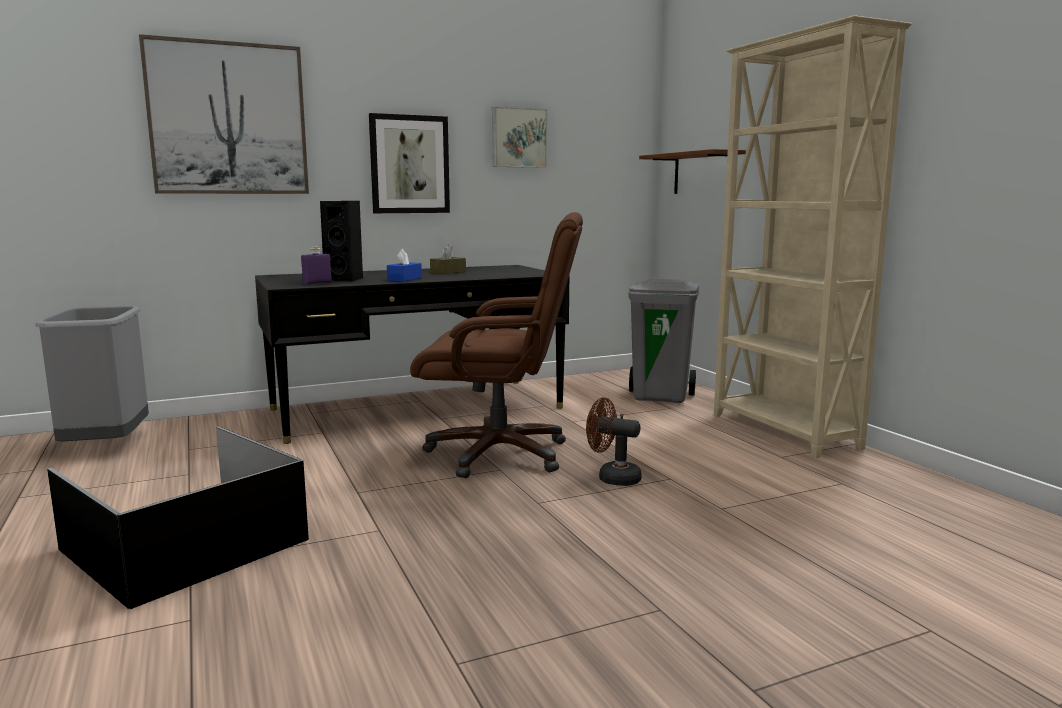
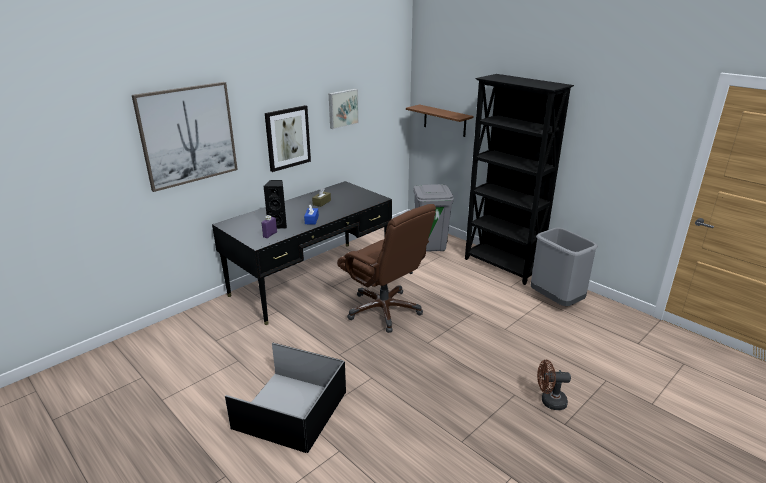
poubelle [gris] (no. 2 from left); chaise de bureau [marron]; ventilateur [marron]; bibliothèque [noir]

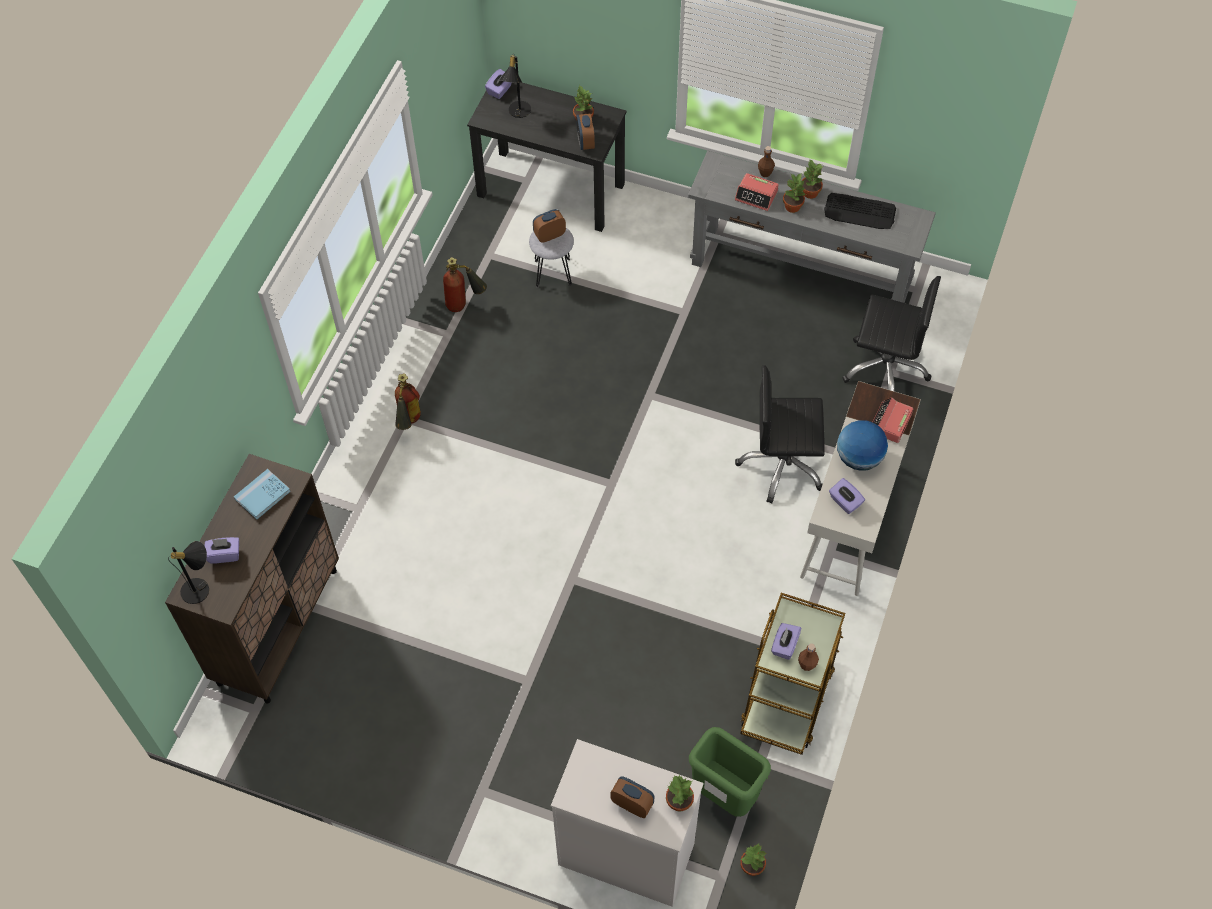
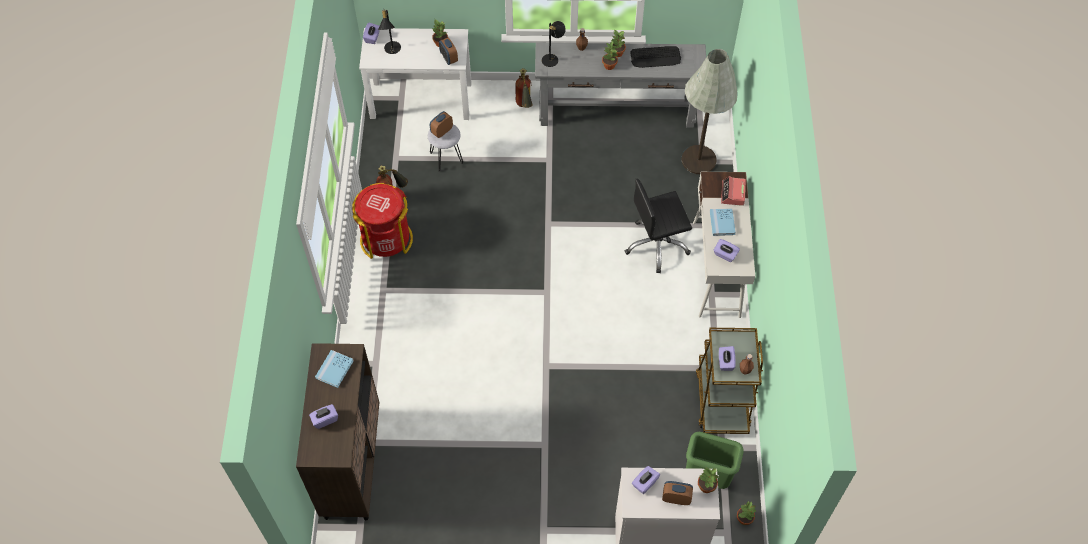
lampe de table [noir] (no. 2 from left); extincteur (no. 2 from left); bureau [blanc] (no. 1 from left); réveil (no. 4 from left in the first image); livre [bleu] (no. 2 from left); lampadaire [gris]; poubelle [rouge]; boîte à mouchoirs [violet] (no. 3 from left)

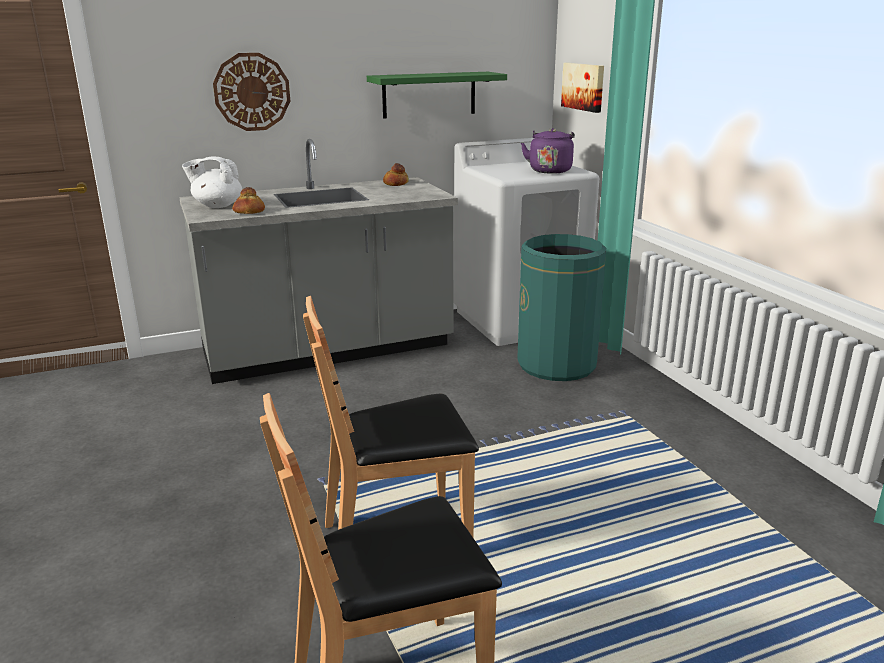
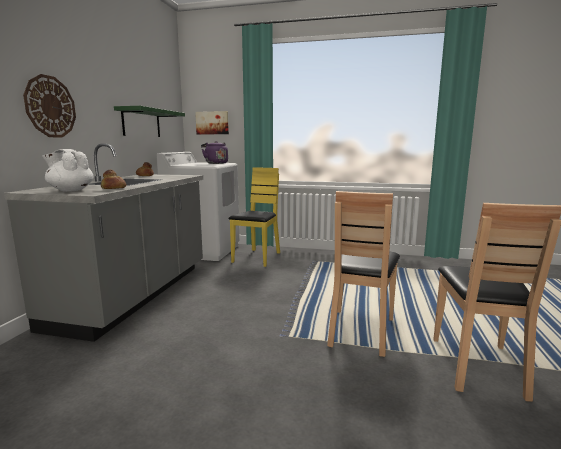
théière [blanc]; chaise [jaune]

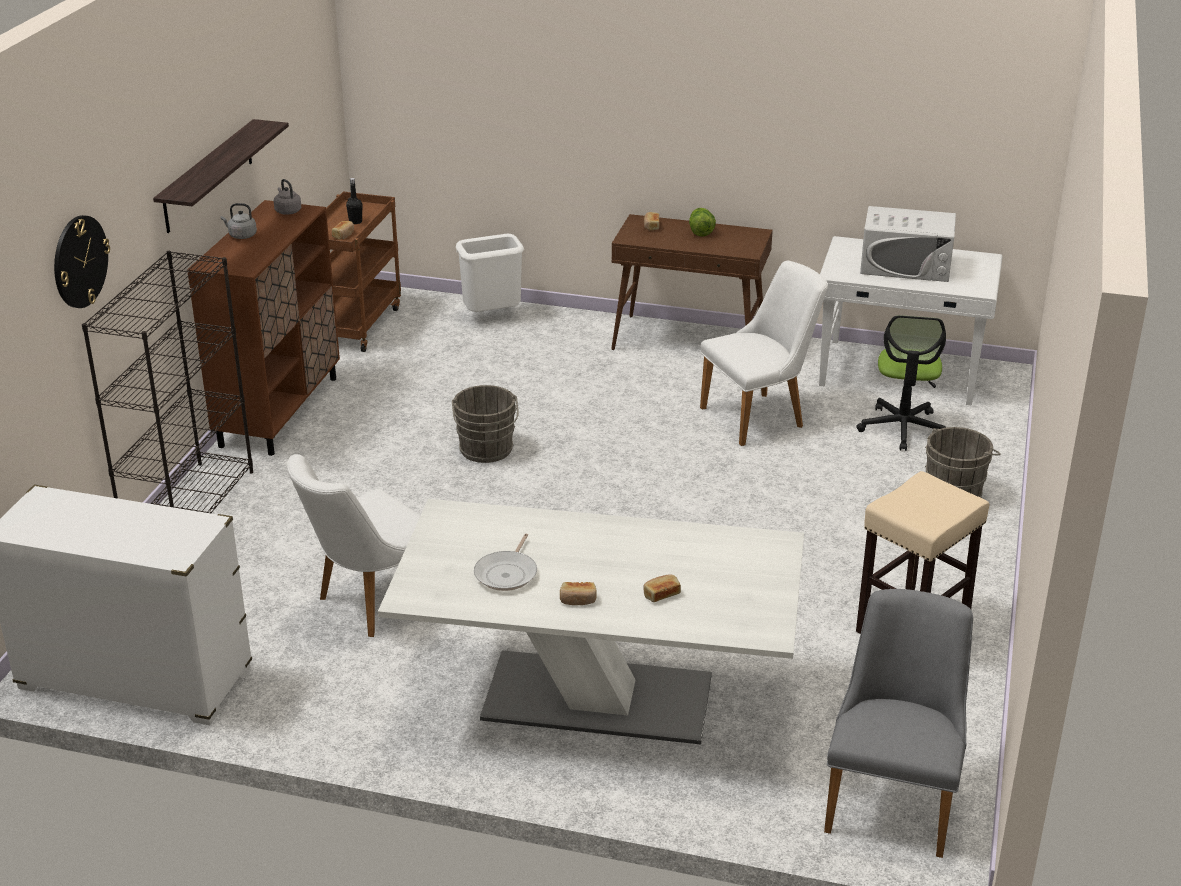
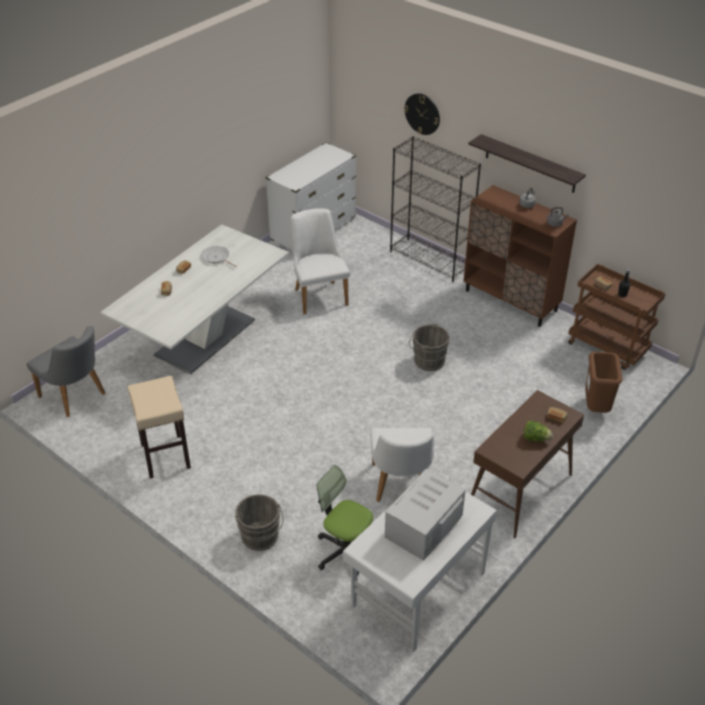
poubelle [marron]

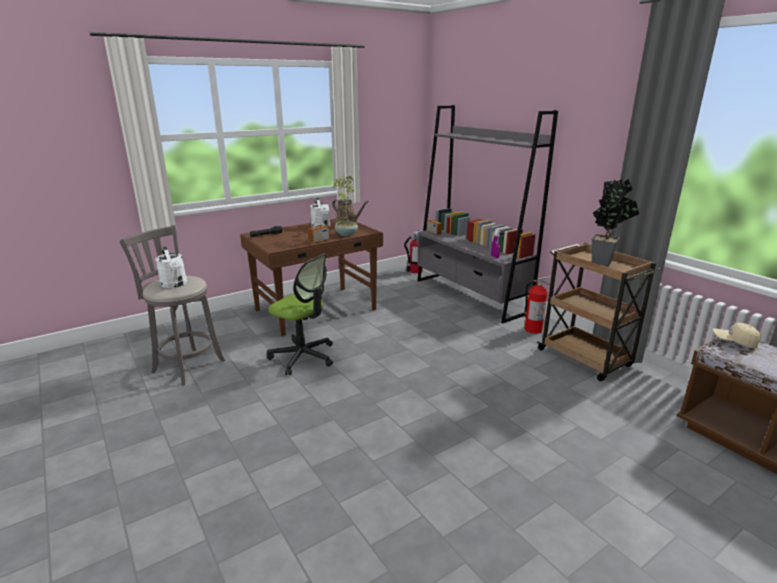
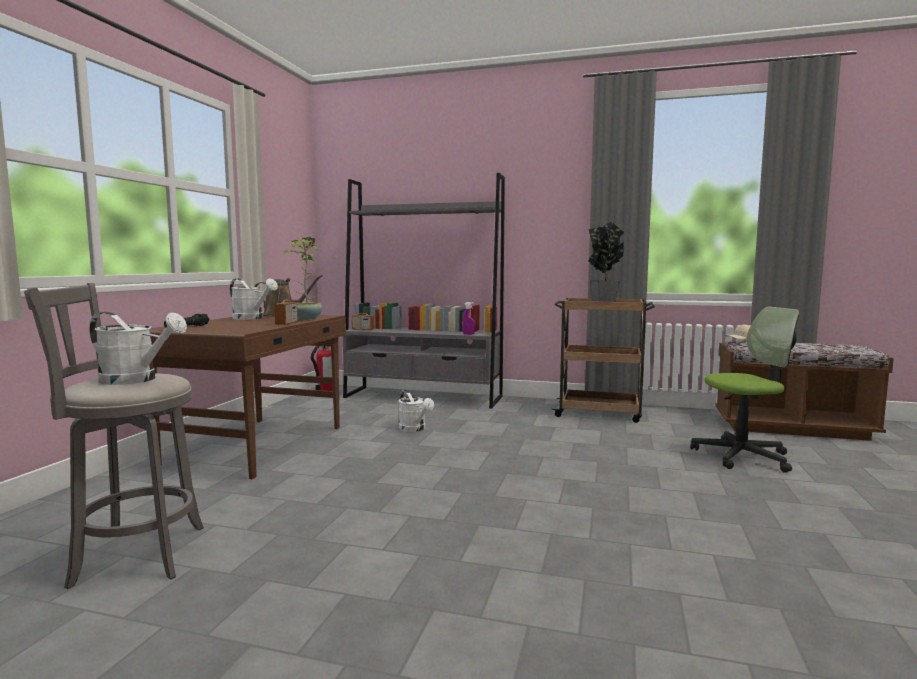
chaise de bureau; extincteur (no. 2 from left in the first image); arrosoir [blanc] (no. 3 from left)

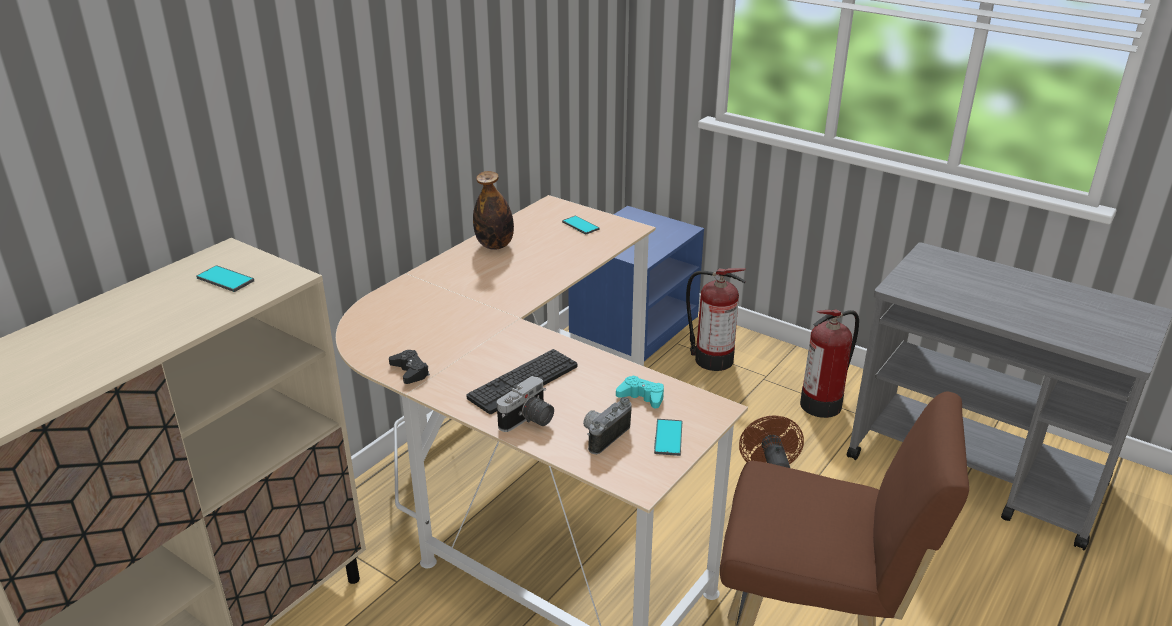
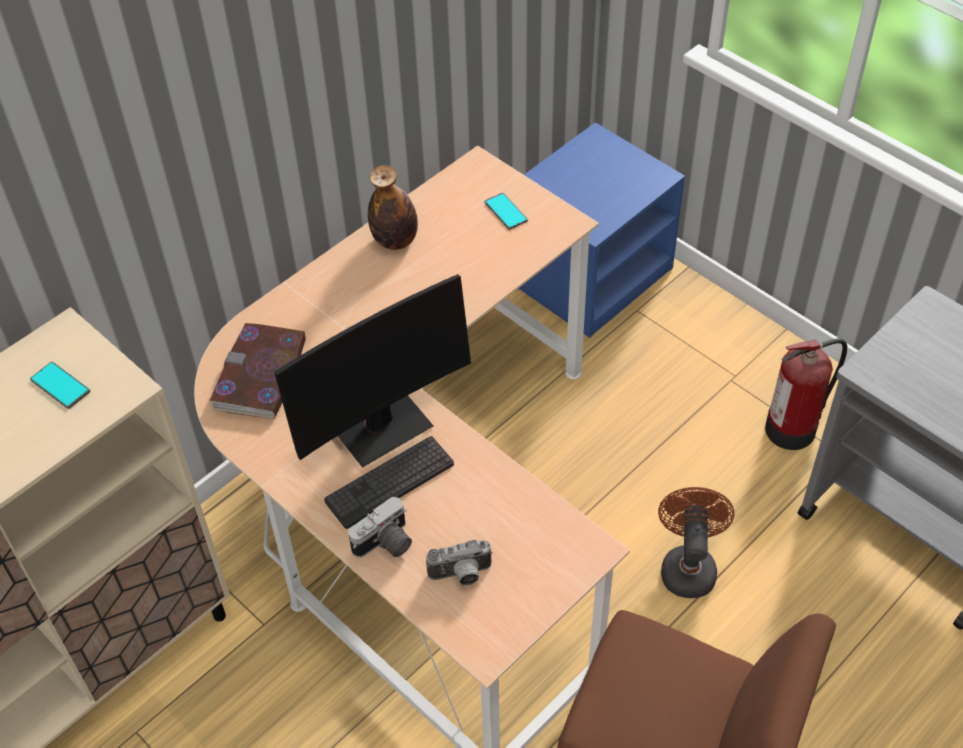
manette [noir]; appareil photo (no. 2 from left); manette [turquoise]; téléphone (no. 3 from left in the first image); extincteur (no. 1 from left in the first image); livre; écran d'ordinateur

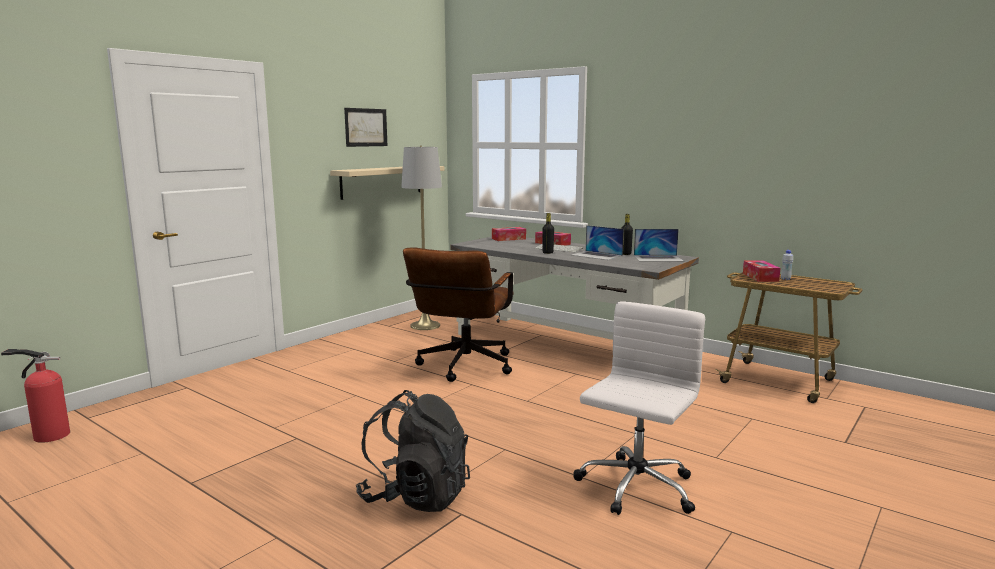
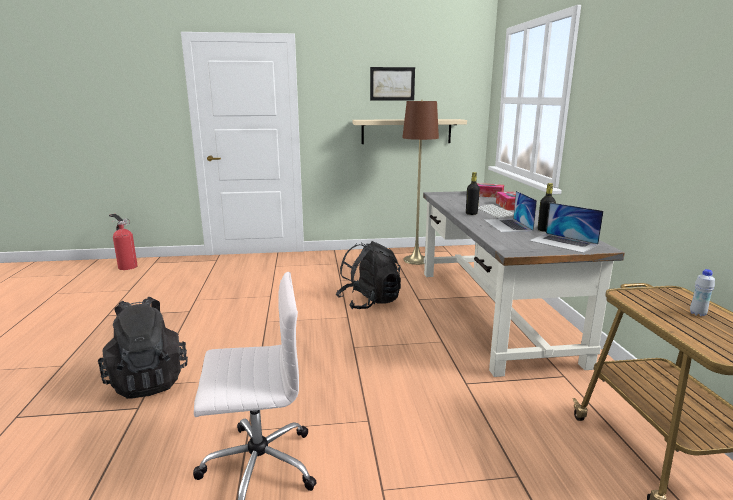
lampadaire [marron]; sac à dos [noir] (no. 2 from left); boîte à mouchoirs (no. 3 from left in the first image)

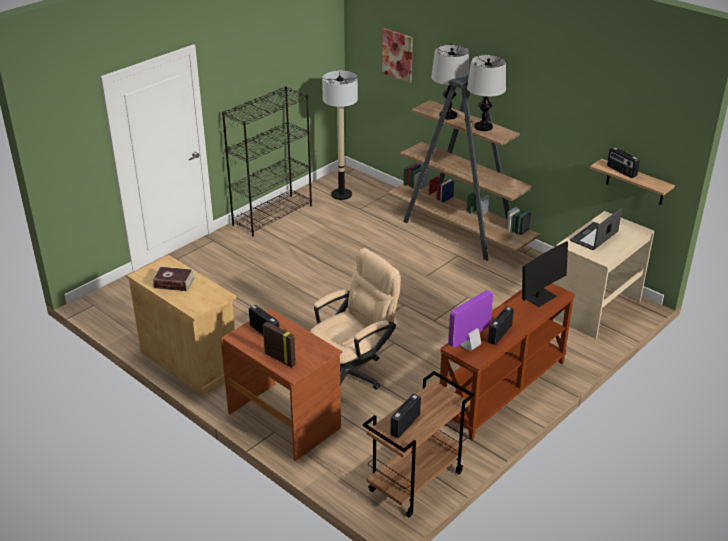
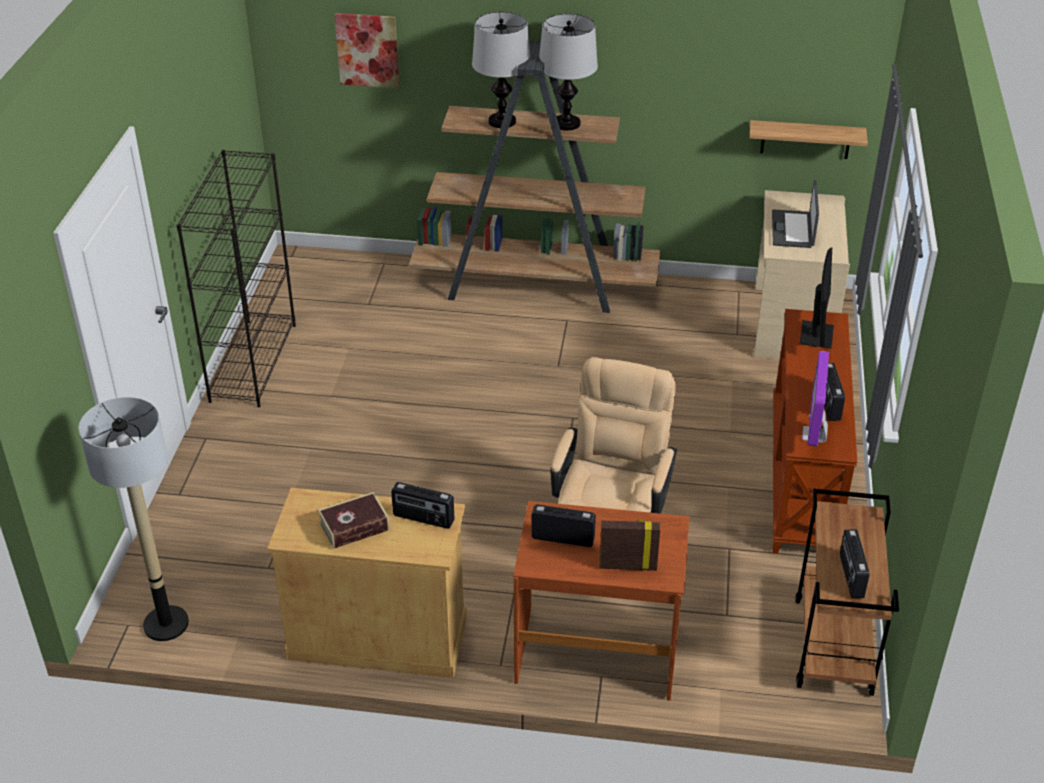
lampadaire; radio (no. 1 from left)

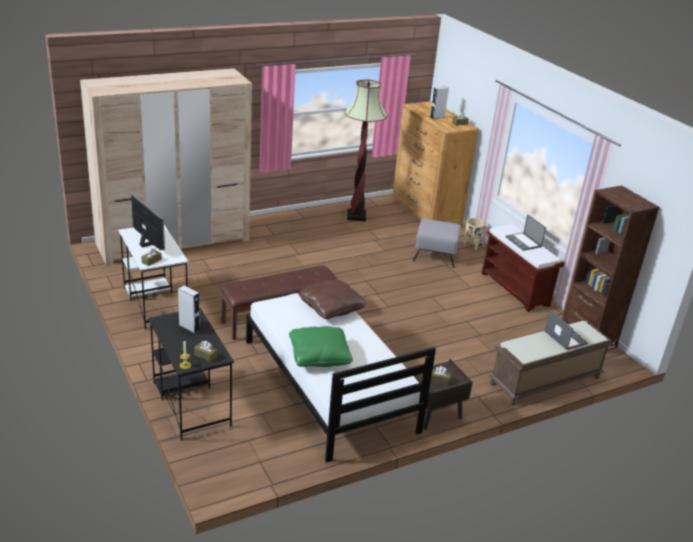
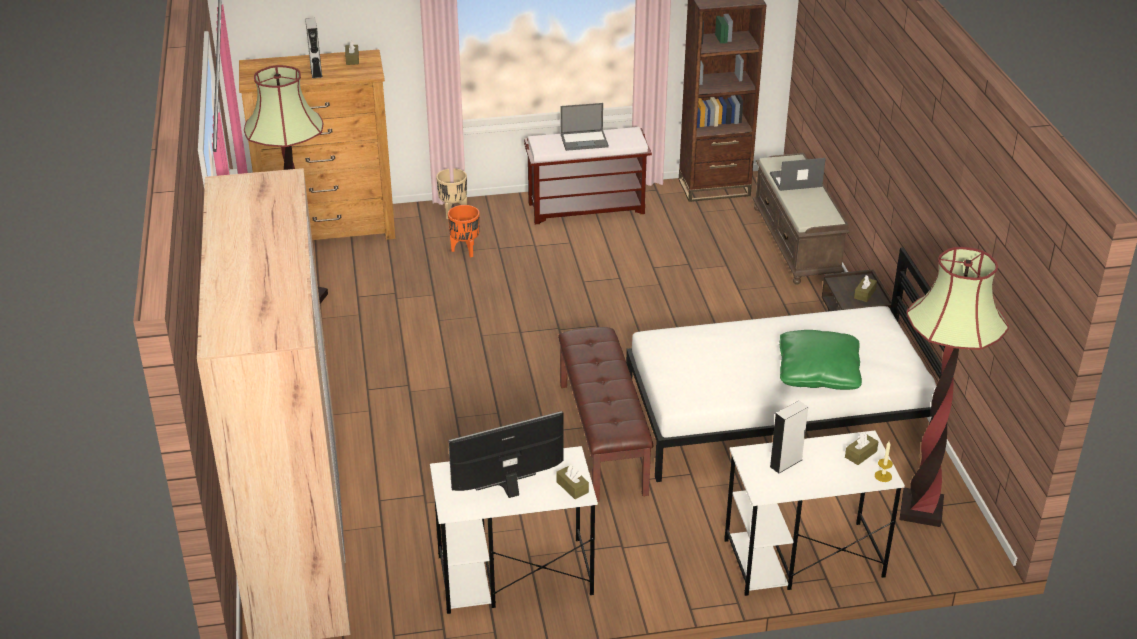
bureau [blanc] (no. 2 from left); coussin [marron]; cache-pot [orange]; lampadaire (no. 2 from left)

